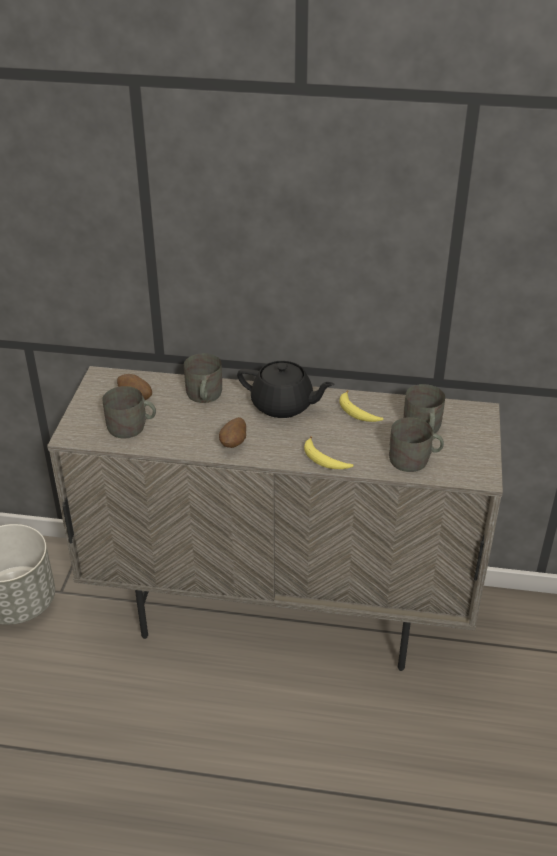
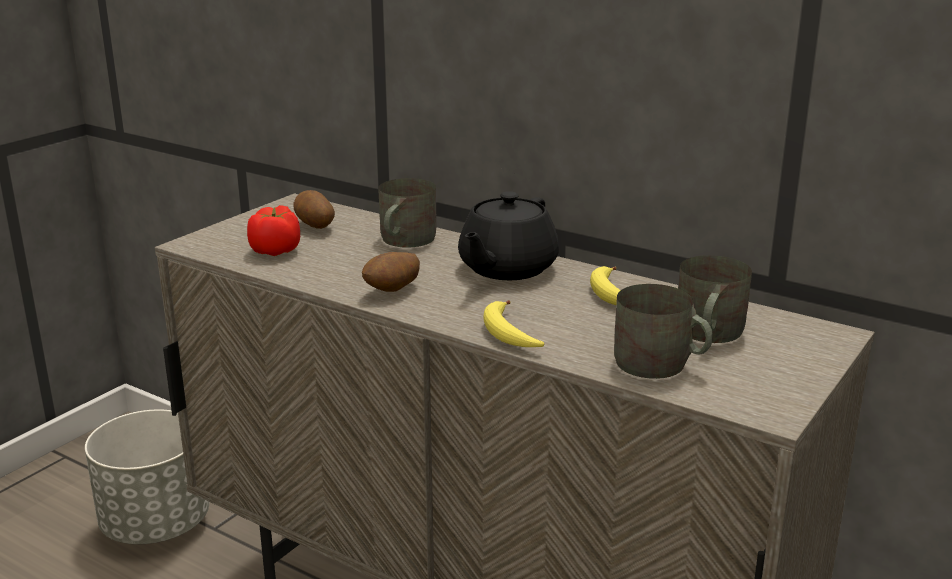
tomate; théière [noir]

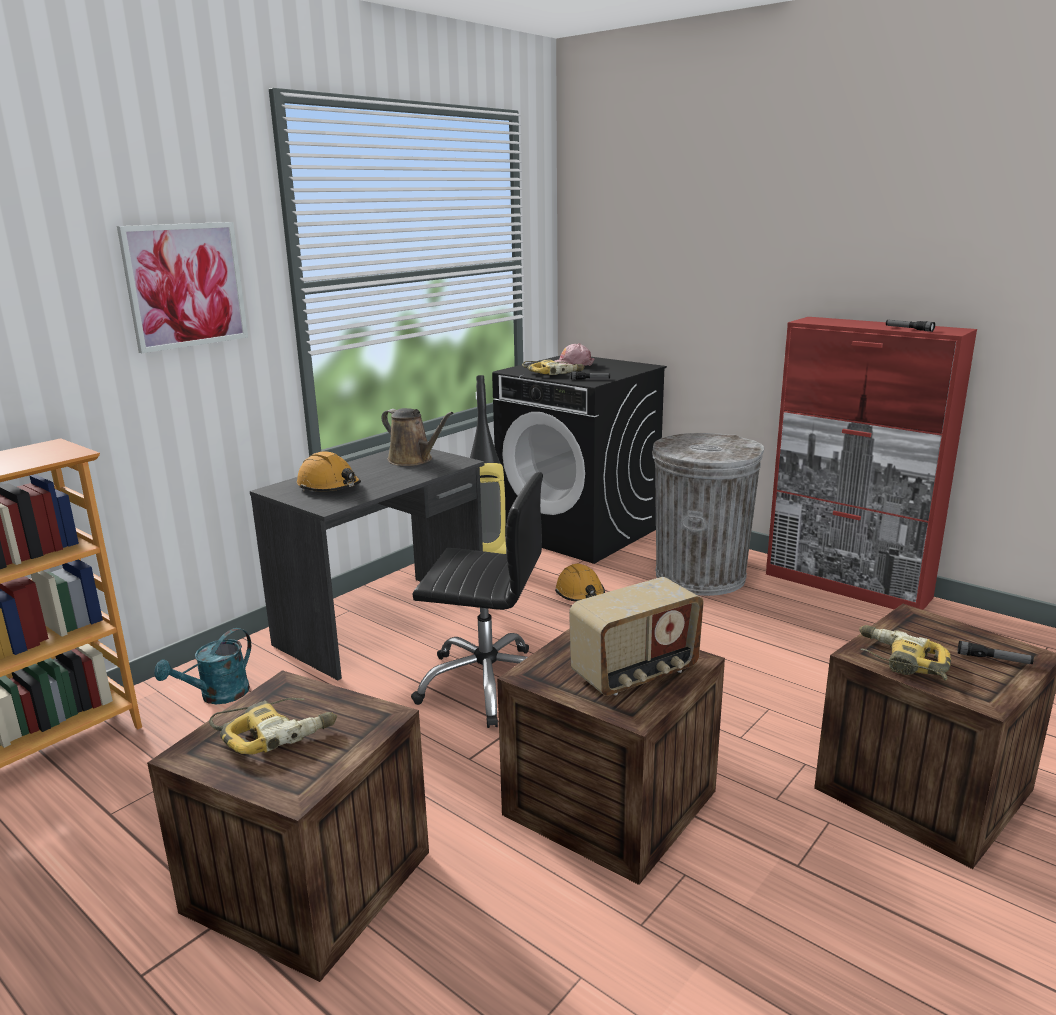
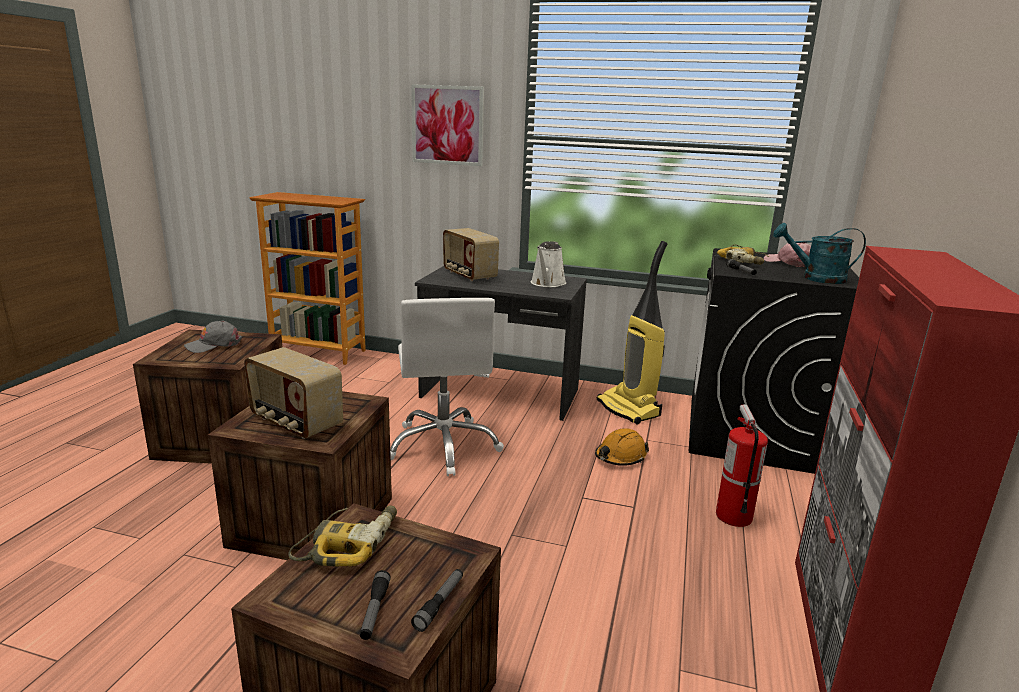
arrosoir [turquoise]; casquette [gris]; radio (no. 2 from left); arrosoir [blanc]; chaise de bureau [blanc]; extincteur; lampe de poche (no. 2 from left)

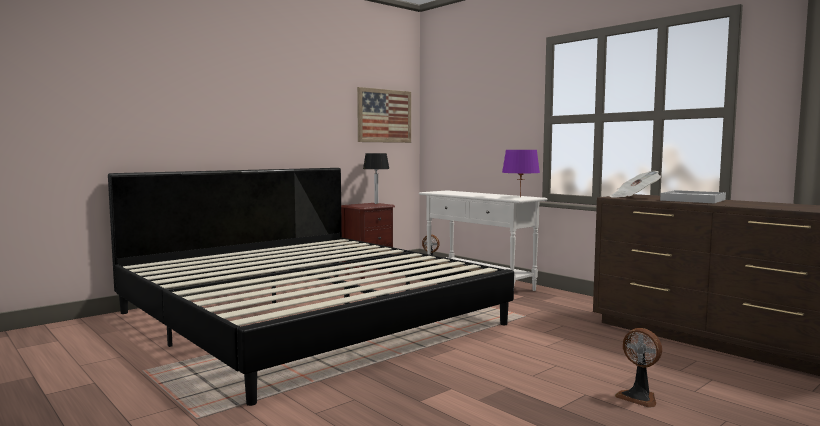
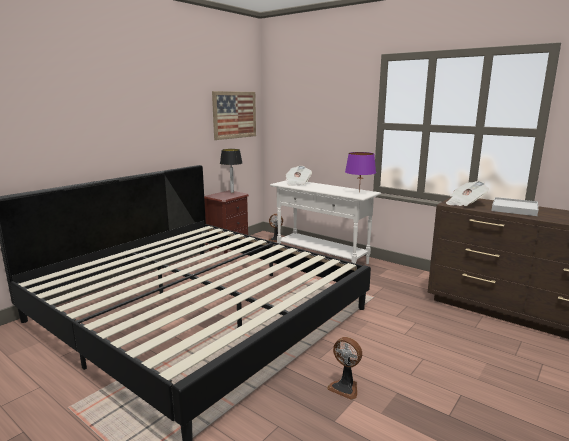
ventilateur (no. 2 from left); journal (no. 1 from left)

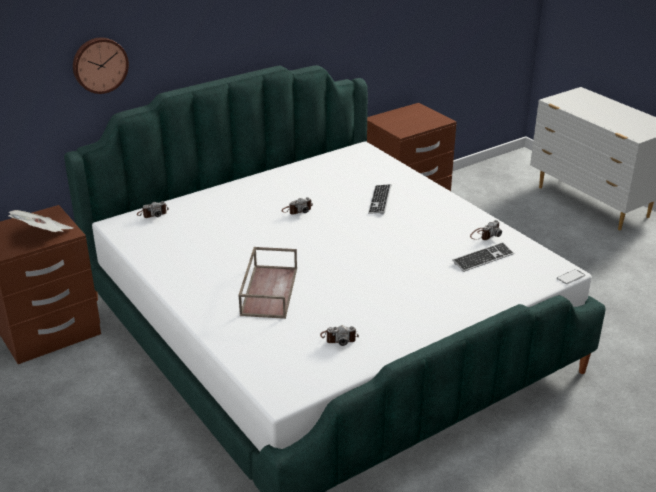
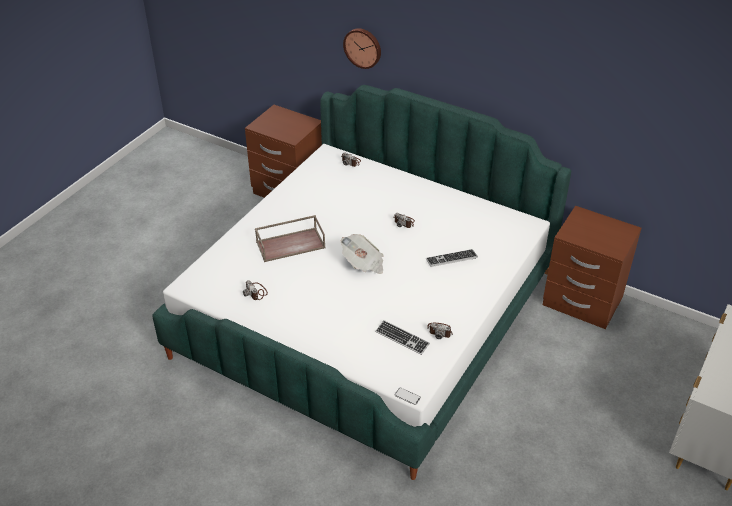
journal

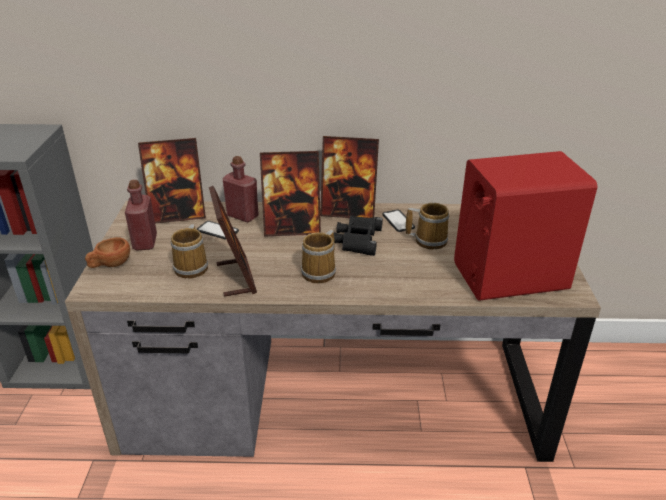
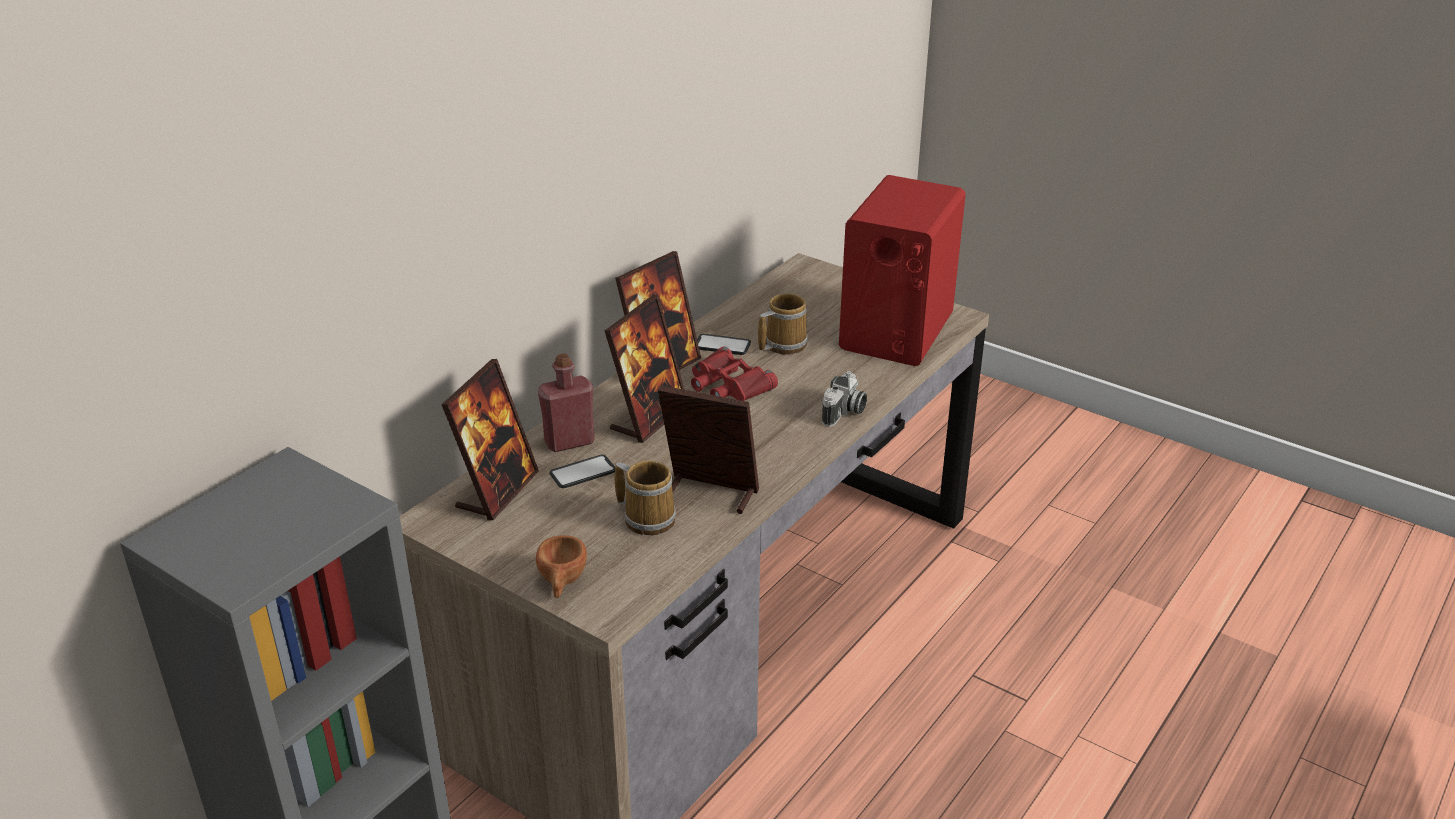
bouteille [rouge] (no. 1 from left in the first image); mug (no. 2 from left in the first image); jumelles [rouge]; appareil photo

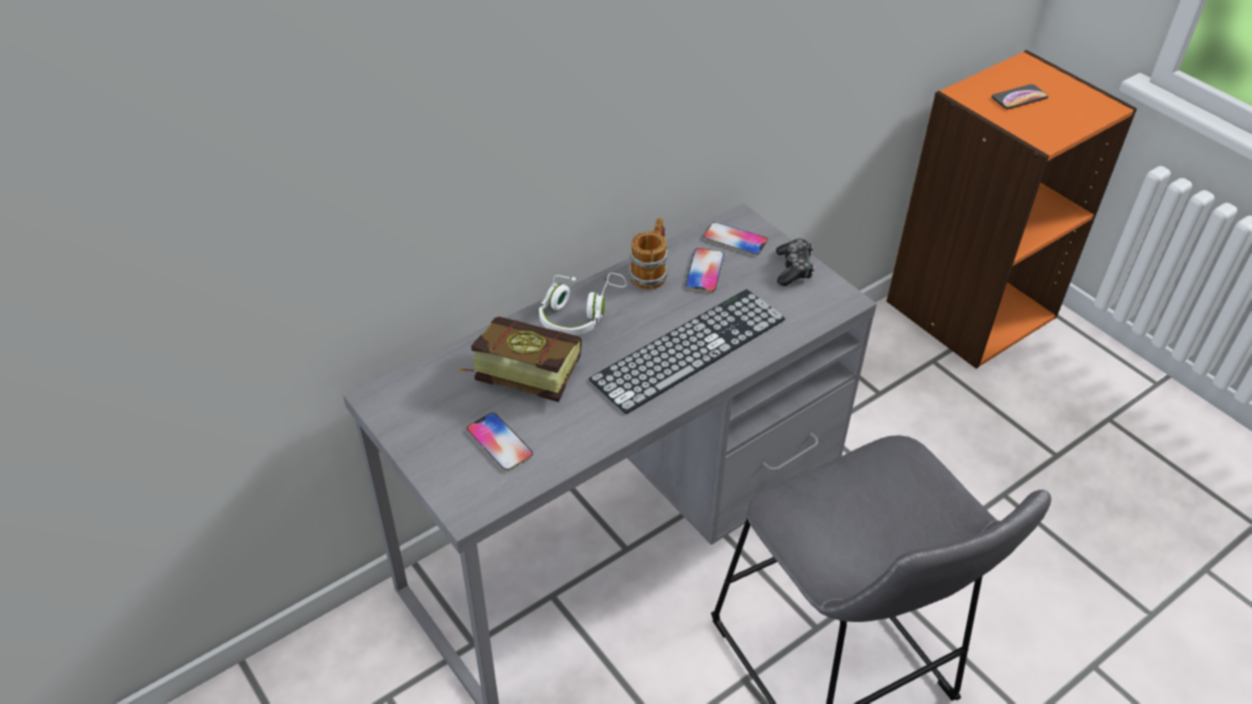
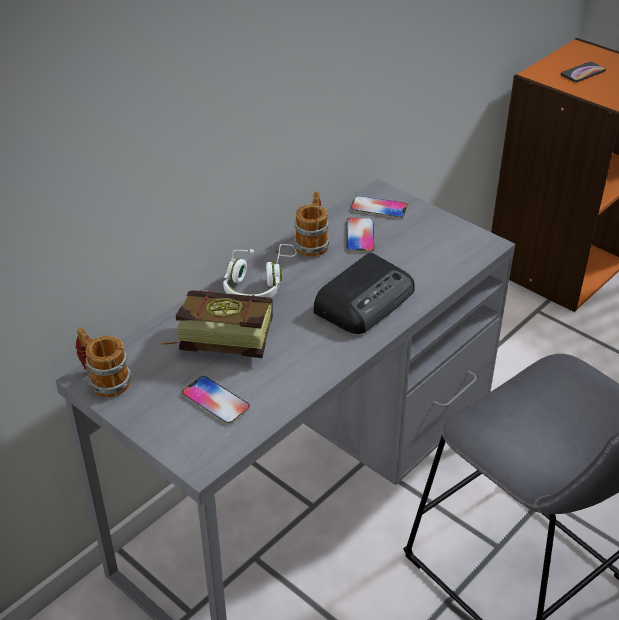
radio; manette; mug (no. 1 from left)

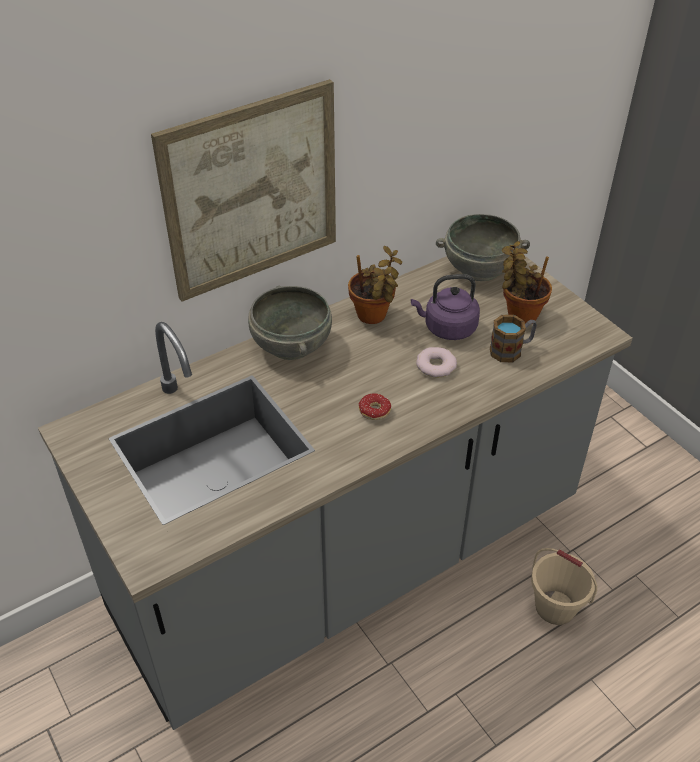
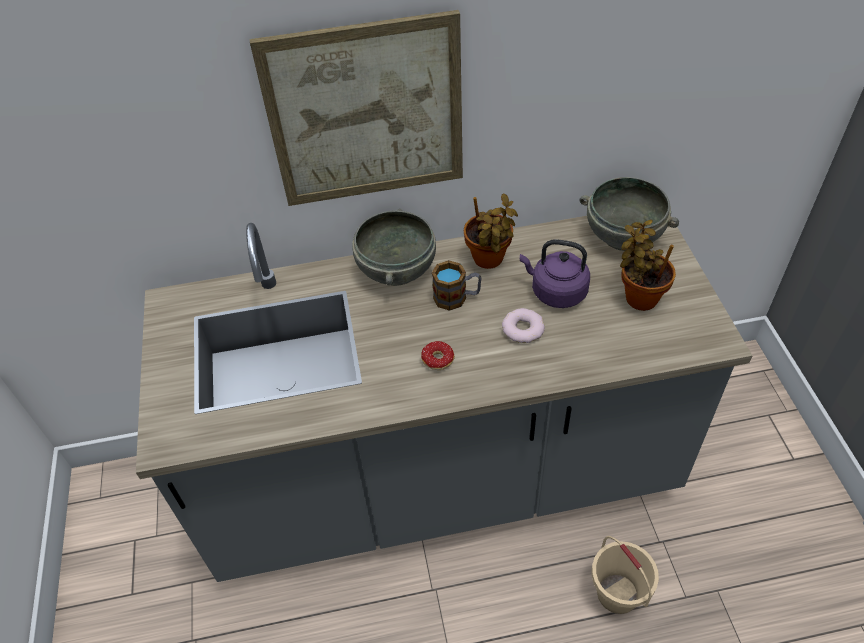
mug

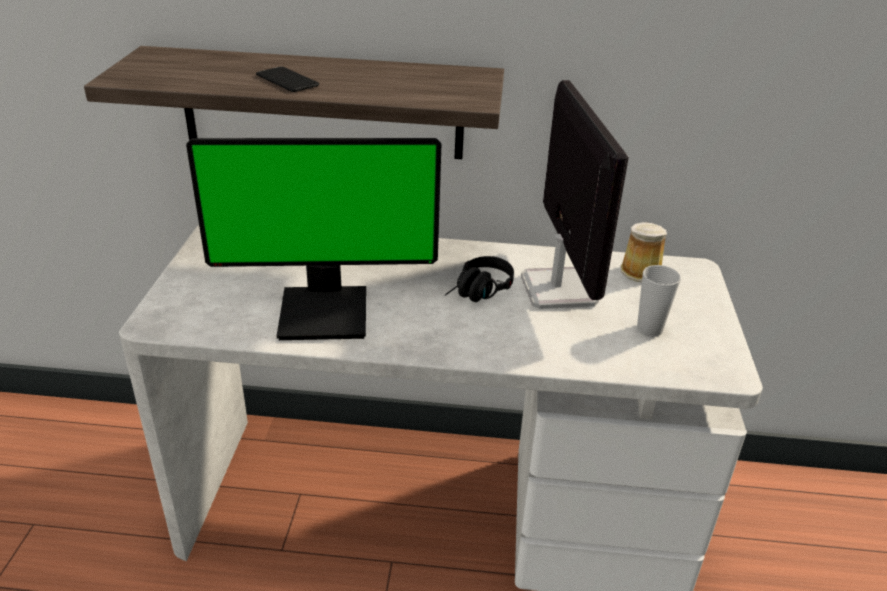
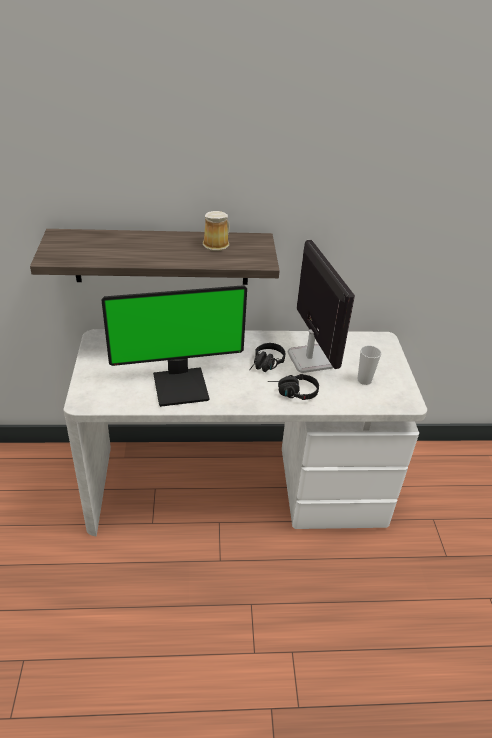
téléphone; mug; casque audio [noir] (no. 2 from left)

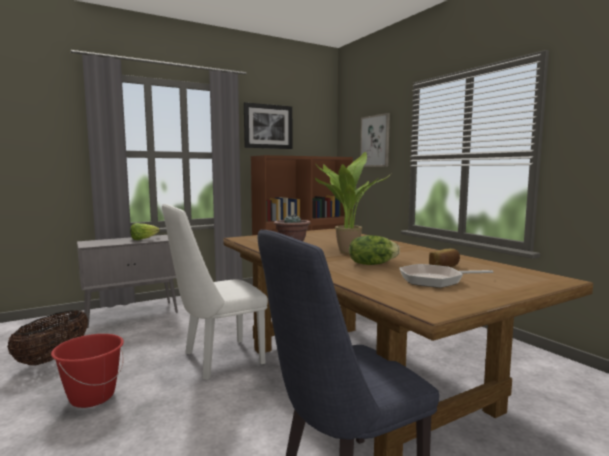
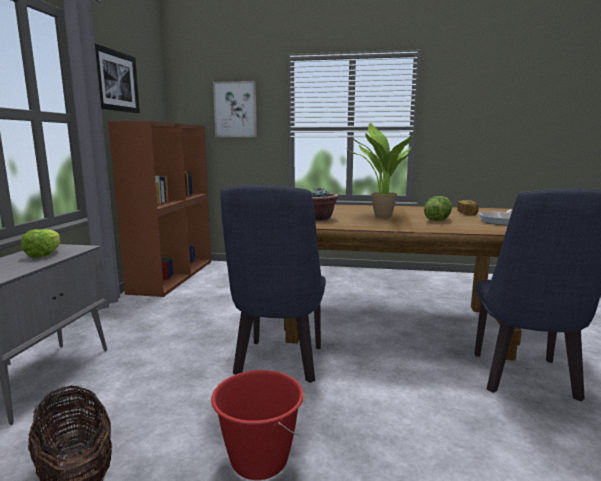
chaise [bleu] (no. 1 from left)

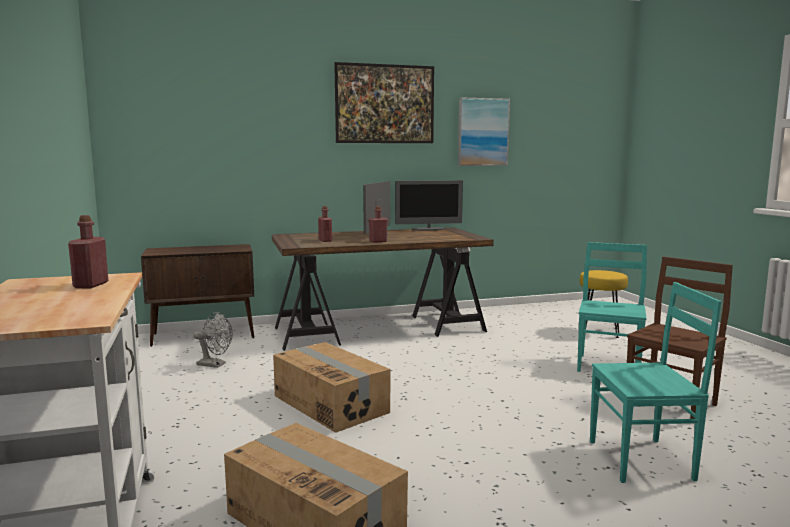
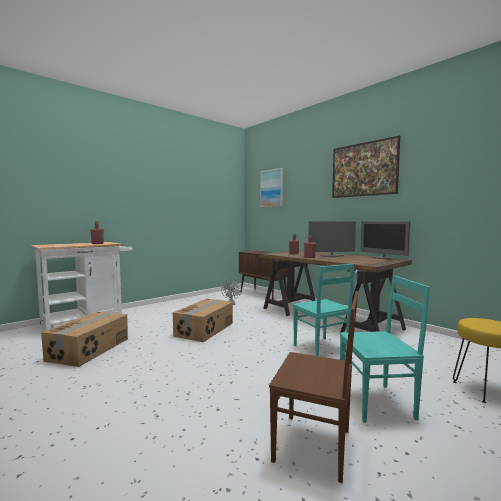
tableau (no. 1 from left); chaise [turquoise] (no. 1 from left)

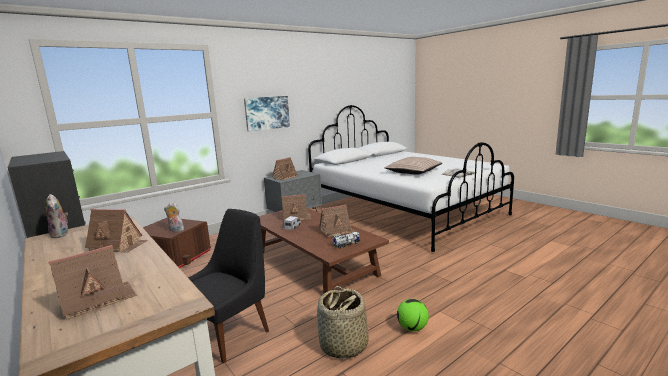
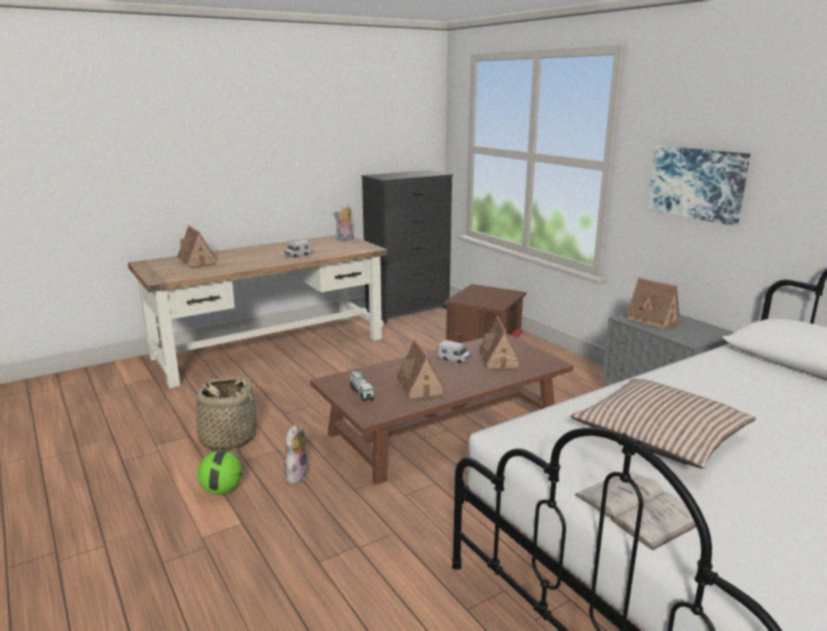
camion jouet (no. 1 from left); peluche (no. 1 from left); chaise [noir]

